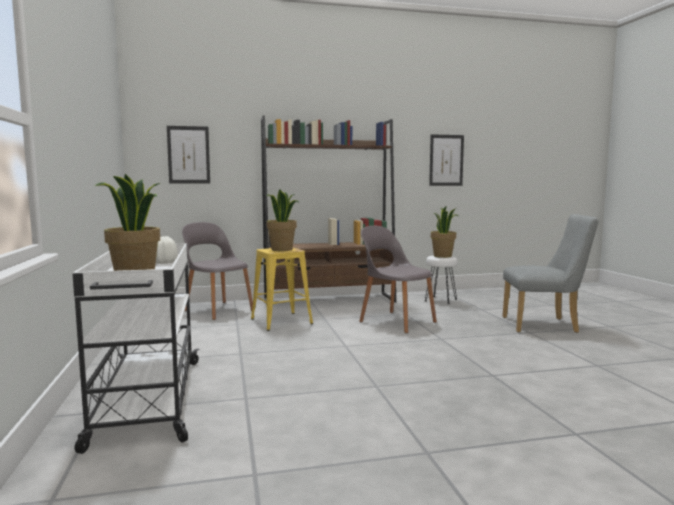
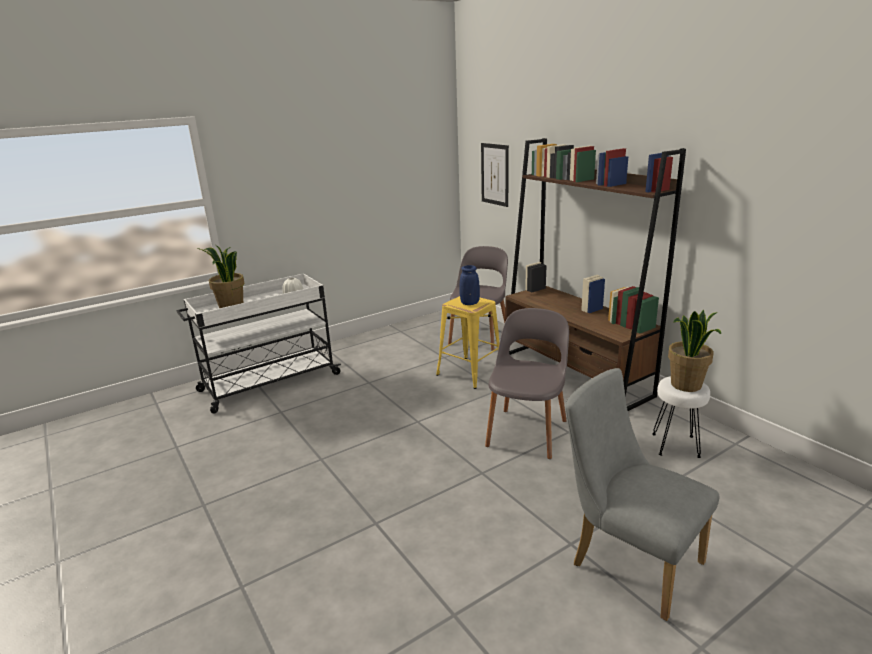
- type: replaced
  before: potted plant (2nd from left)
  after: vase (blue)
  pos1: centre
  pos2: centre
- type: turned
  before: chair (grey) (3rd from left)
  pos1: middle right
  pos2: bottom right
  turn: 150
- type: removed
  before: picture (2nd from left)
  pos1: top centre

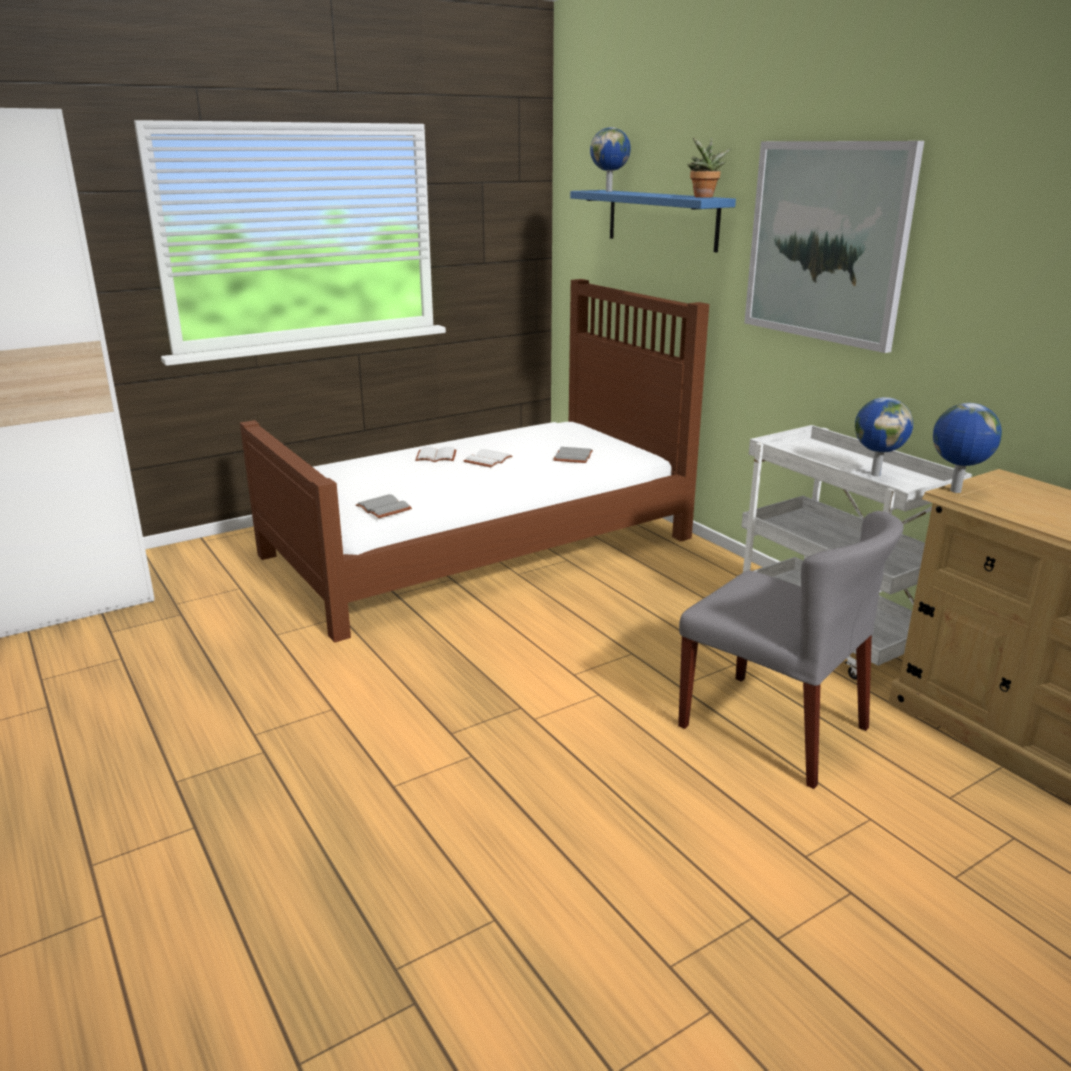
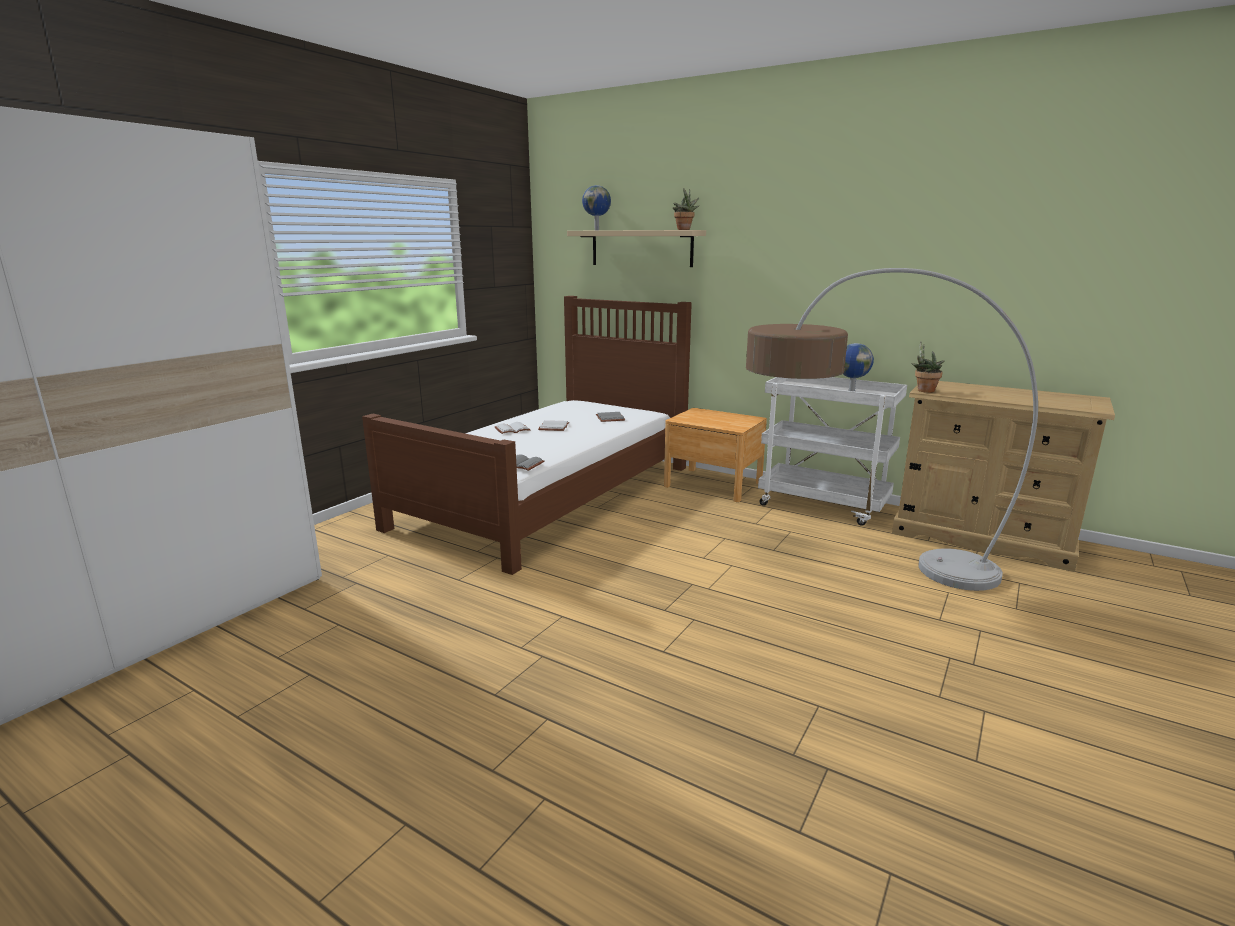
- type: recoloured
  before: shelf (blue)
  after: shelf (beige)
  pos1: top centre
  pos2: top centre
- type: added
  after: nightstand (brown)
  pos2: centre
- type: replaced
  before: chair (grey)
  after: floor lamp
  pos1: middle right
  pos2: middle right
- type: replaced
  before: globe (3rd from left)
  after: potted plant (2nd from left)
  pos1: middle right
  pos2: middle right
- type: removed
  before: picture
  pos1: top right

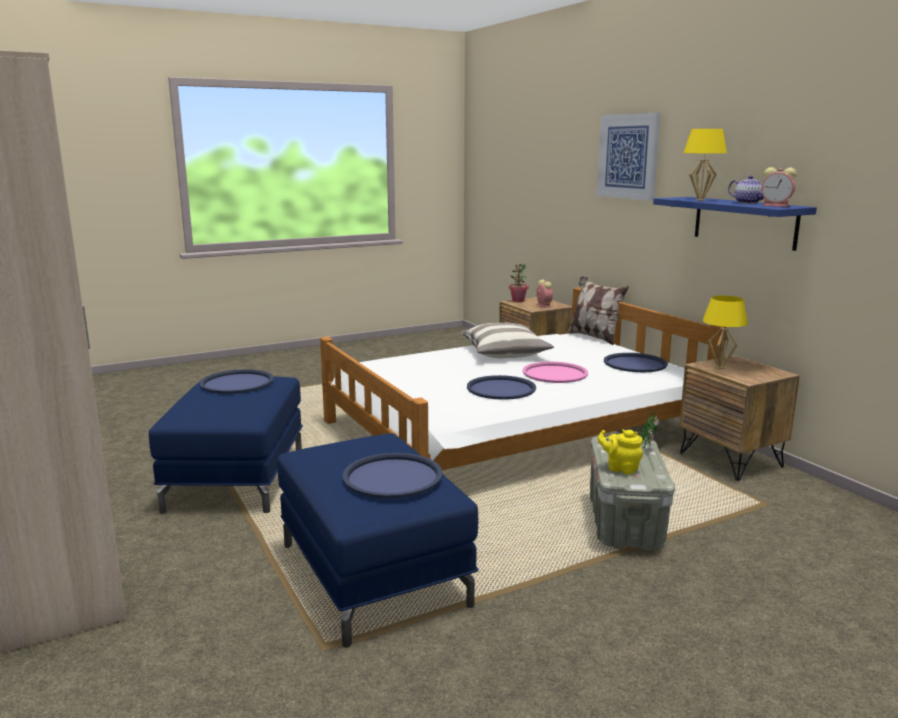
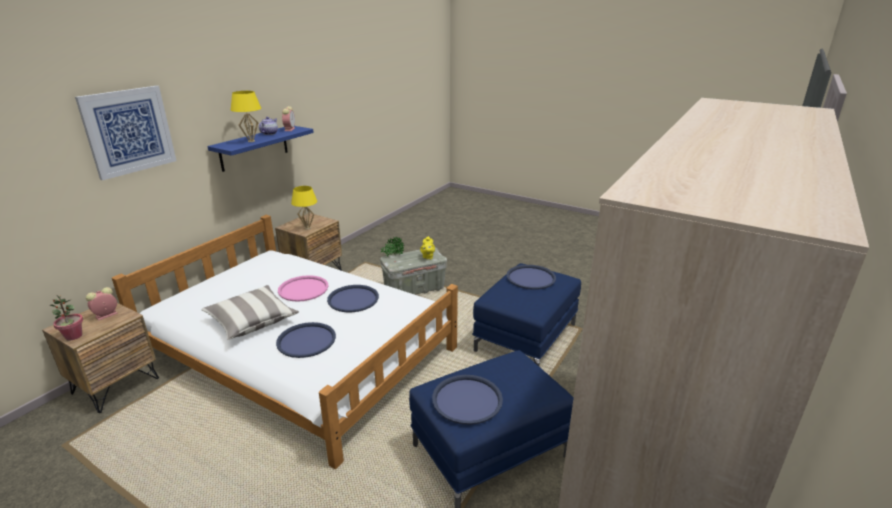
- type: moved
  before: tray (blue) (4th from left in the first image)
  after: tray (blue) (1st from left)
  pos1: middle right
  pos2: bottom centre
- type: removed
  before: pillow (2nd from left)
  pos1: centre

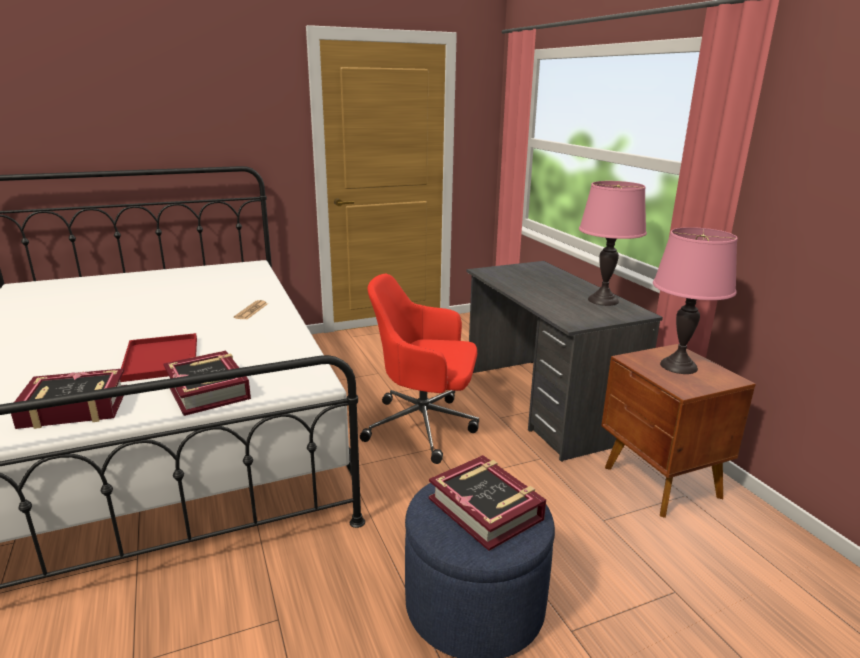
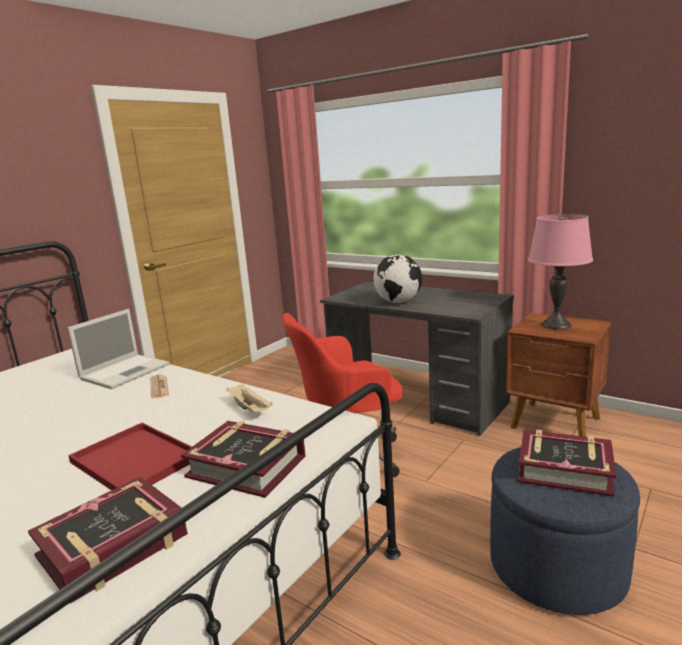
- type: added
  after: laptop
  pos2: middle left
- type: added
  after: tray (beige)
  pos2: centre
- type: added
  after: globe
  pos2: centre
- type: removed
  before: table lamp (pink) (1st from left)
  pos1: middle right

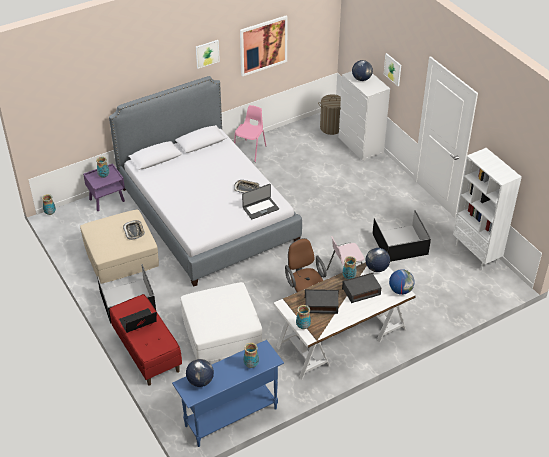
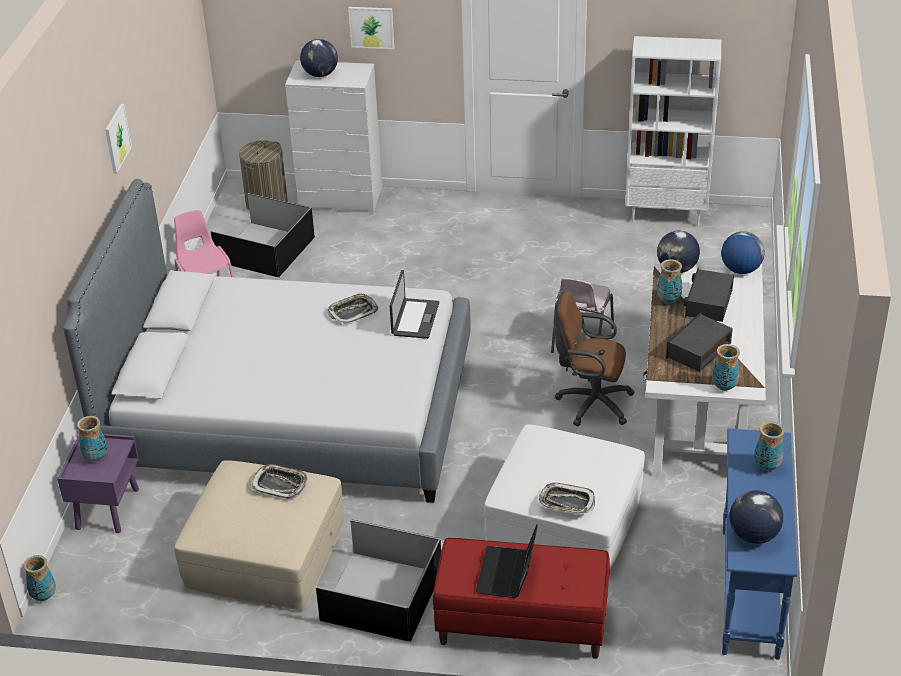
- type: moved
  before: storage box (black) (2nd from left in the first image)
  after: storage box (black) (1st from left)
  pos1: middle right
  pos2: middle left
- type: added
  after: tray (3rd from left)
  pos2: bottom centre
- type: removed
  before: picture (2nd from left)
  pos1: top centre

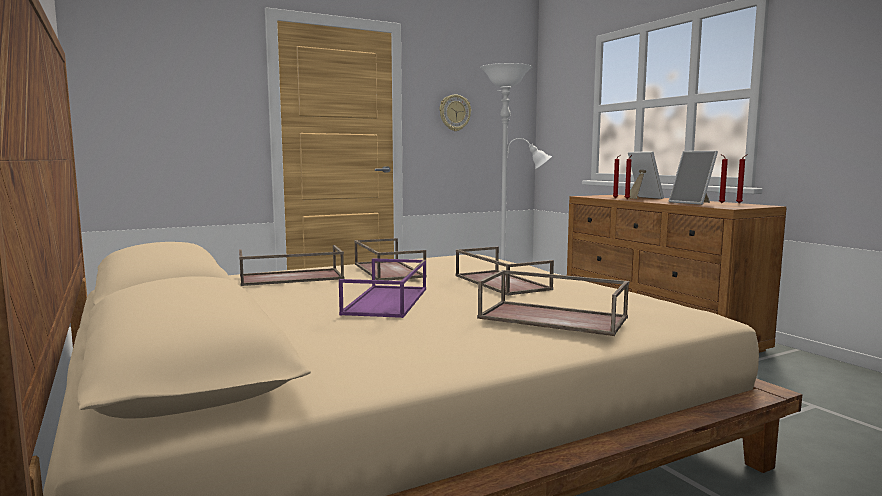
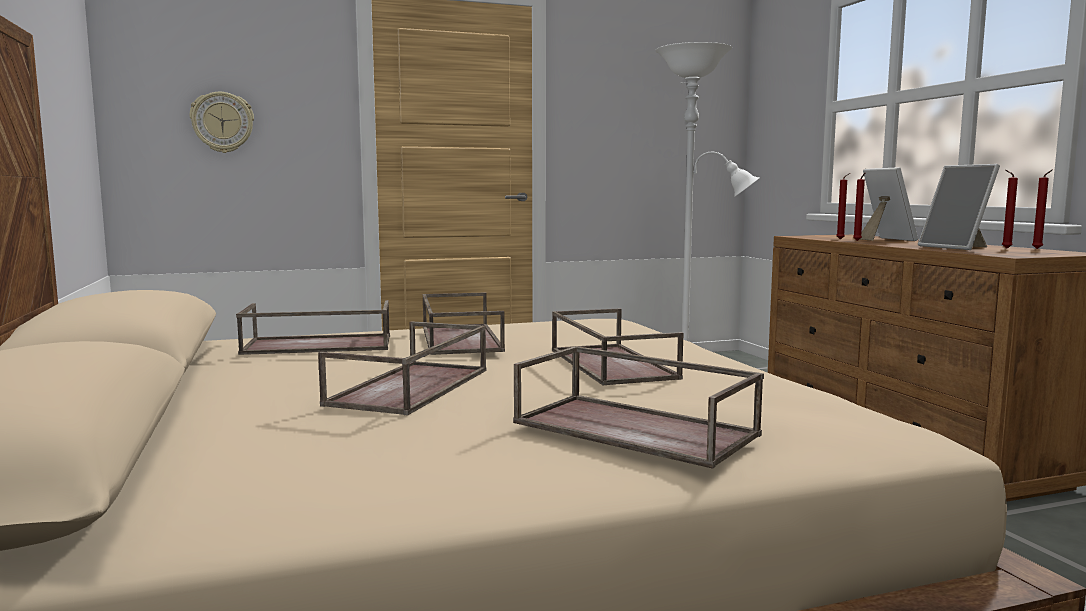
- type: moved
  before: wall clock
  pos1: top centre
  pos2: top left
- type: recoloured
  before: tray (purple)
  after: tray (brown) (2nd from left)
  pos1: centre
  pos2: centre

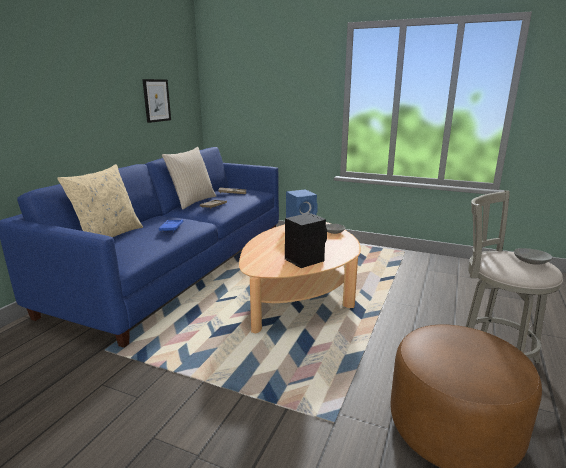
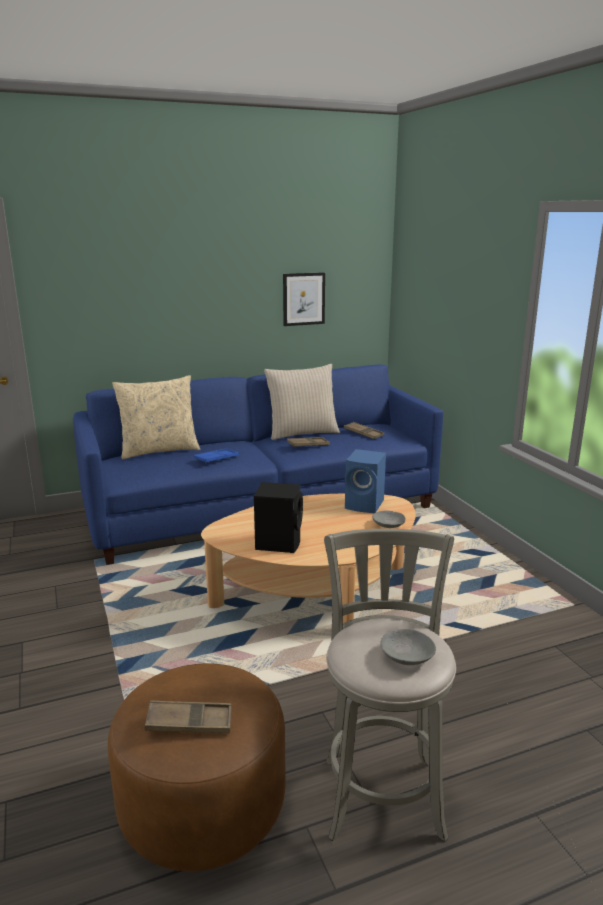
- type: added
  after: tray (brown) (1st from left)
  pos2: bottom left

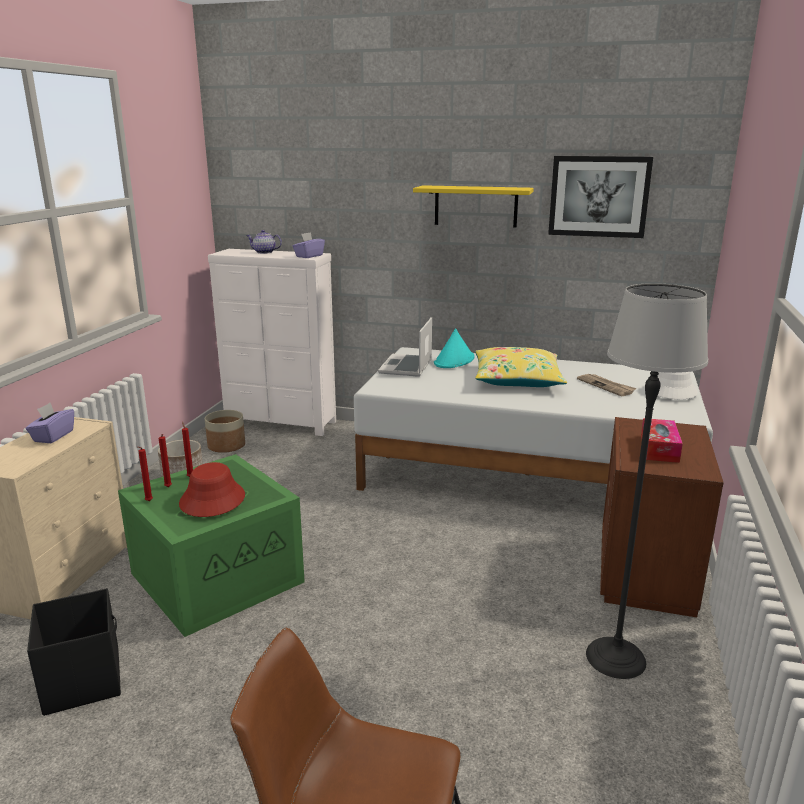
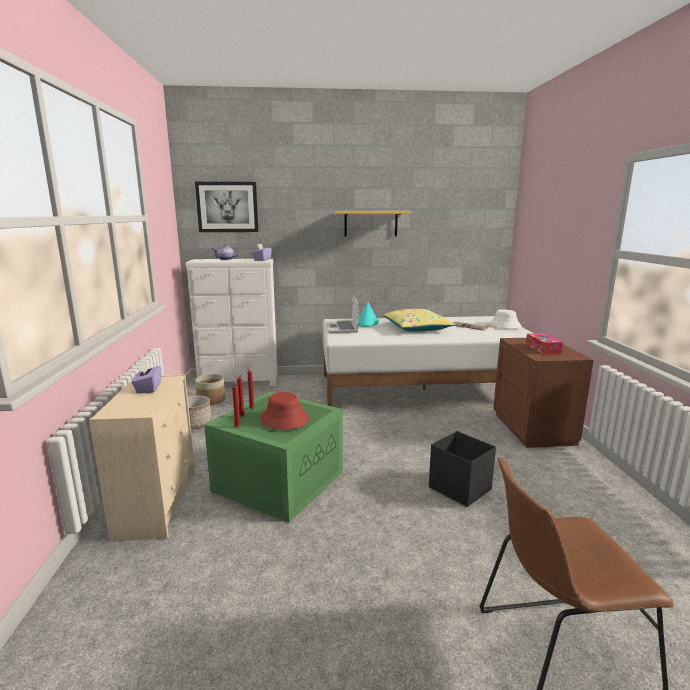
- type: moved
  before: picture
  pos1: top right
  pos2: top left
- type: moved
  before: storage box (black)
  pos1: bottom left
  pos2: bottom right
- type: removed
  before: floor lamp
  pos1: middle right

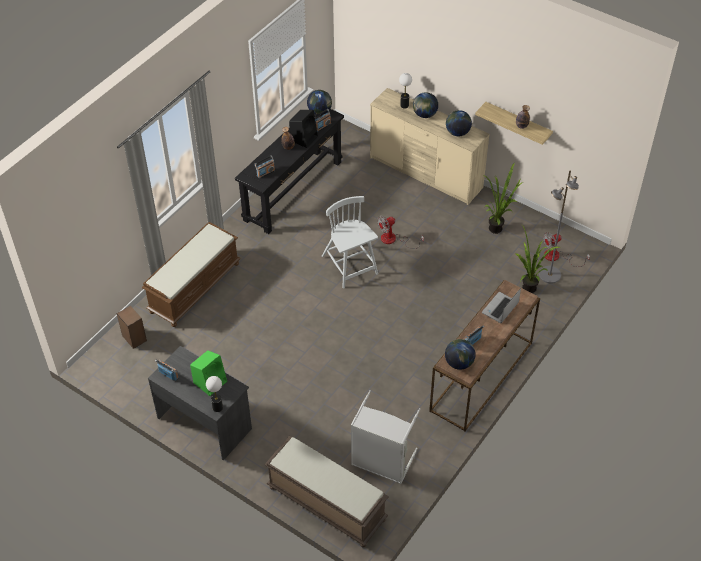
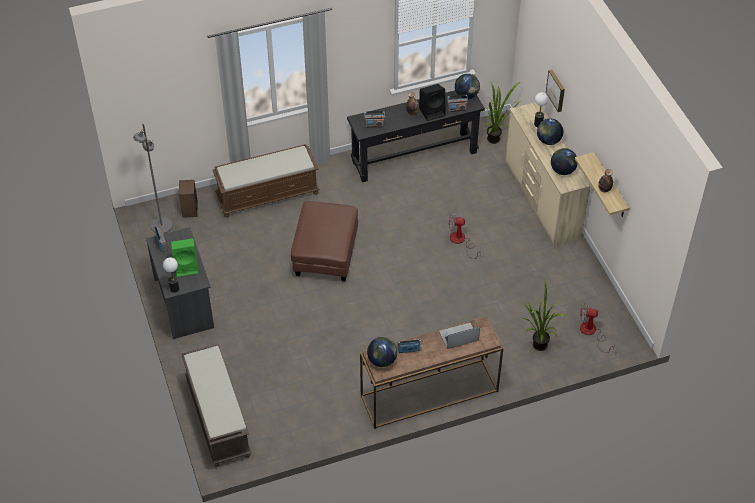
- type: moved
  before: floor lamp (grey)
  pos1: middle right
  pos2: middle left
- type: added
  after: ottoman (brown)
  pos2: centre
- type: moved
  before: potted plant (1st from left)
  pos1: middle right
  pos2: top centre
- type: added
  after: picture
  pos2: top right
- type: removed
  before: chair (white)
  pos1: centre
- type: removed
  before: laundry basket (grey)
  pos1: bottom centre

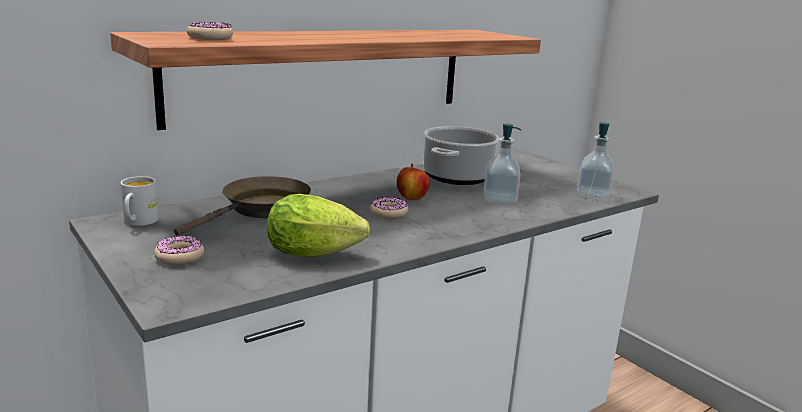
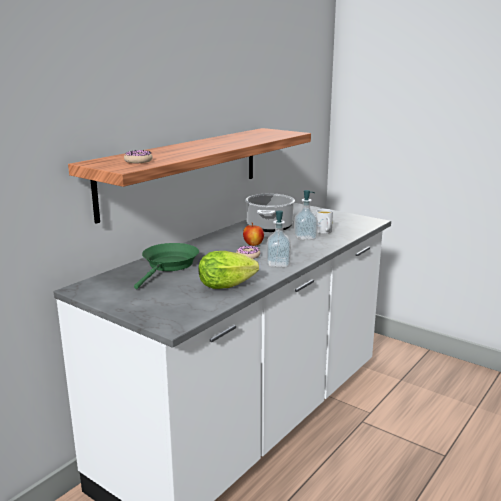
- type: recoloured
  before: frying pan (brown)
  after: frying pan (green)
  pos1: middle left
  pos2: middle left
- type: moved
  before: soap dispenser (2nd from left in the first image)
  after: soap dispenser (1st from left)
  pos1: middle right
  pos2: centre
- type: moved
  before: mug (white)
  pos1: middle left
  pos2: centre
- type: removed
  before: donut (1st from left)
  pos1: middle left

